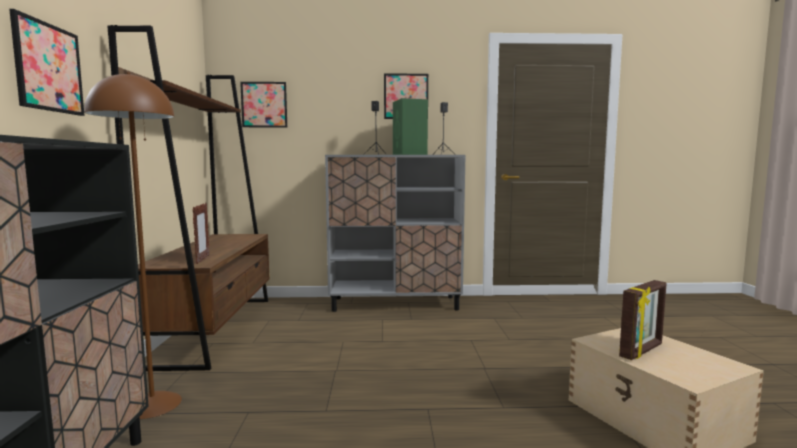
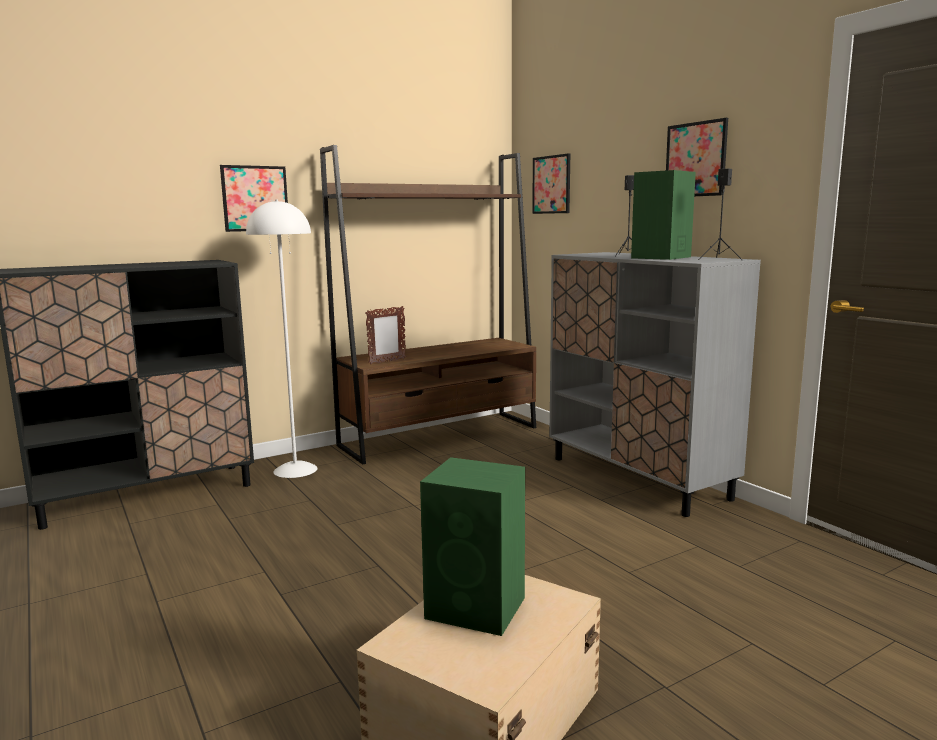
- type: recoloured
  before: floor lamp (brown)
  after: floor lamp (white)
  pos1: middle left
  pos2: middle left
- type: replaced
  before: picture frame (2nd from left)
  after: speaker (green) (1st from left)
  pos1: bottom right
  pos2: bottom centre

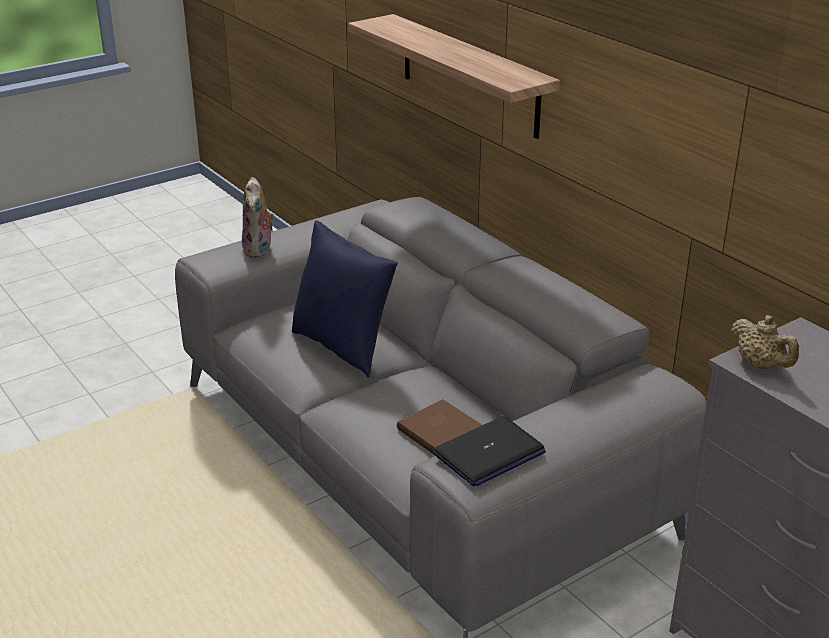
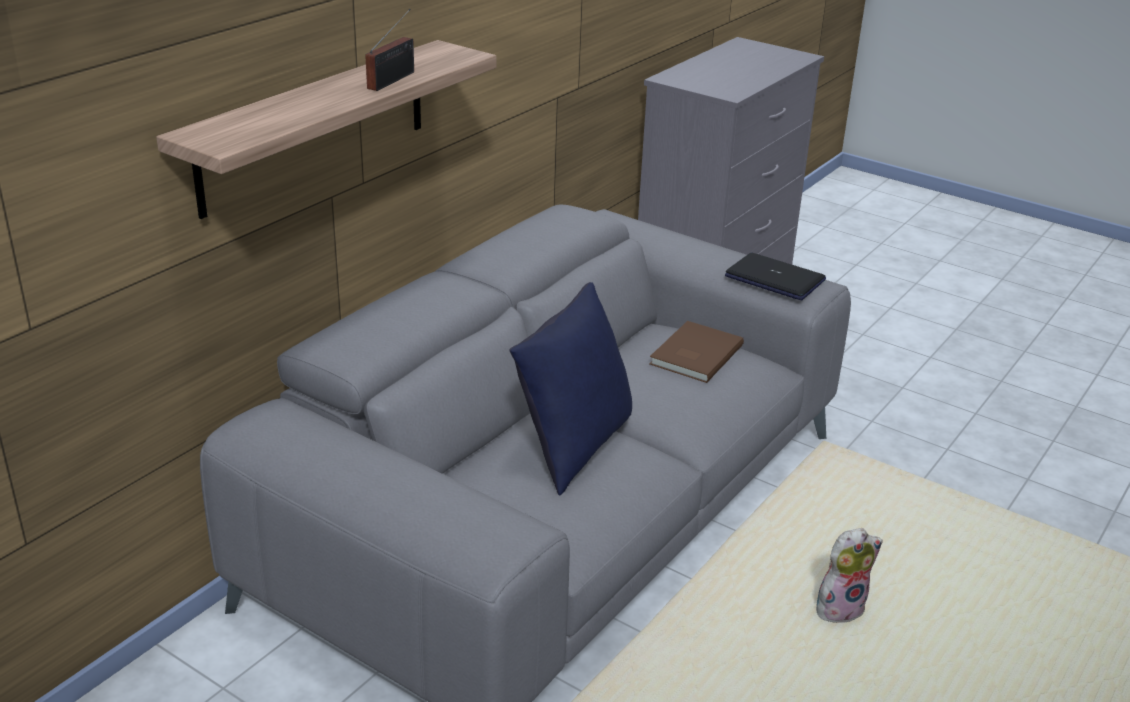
- type: added
  after: radio
  pos2: top centre
- type: moved
  before: plush toy
  pos1: middle left
  pos2: bottom right
- type: removed
  before: teapot (beige)
  pos1: middle right

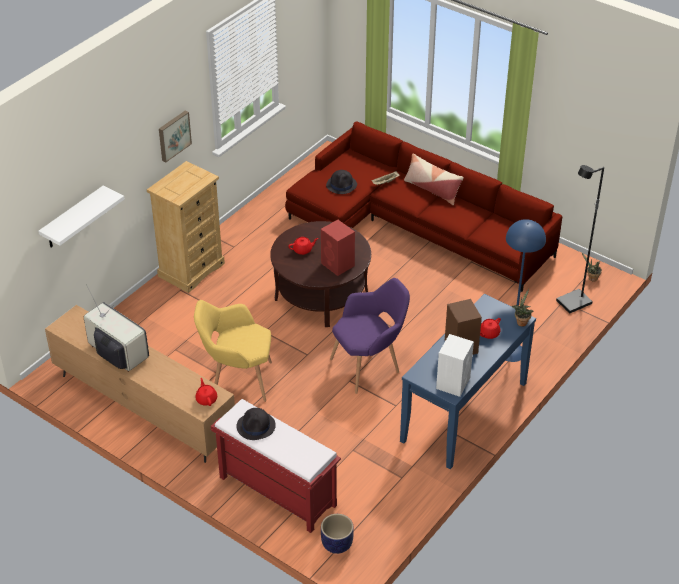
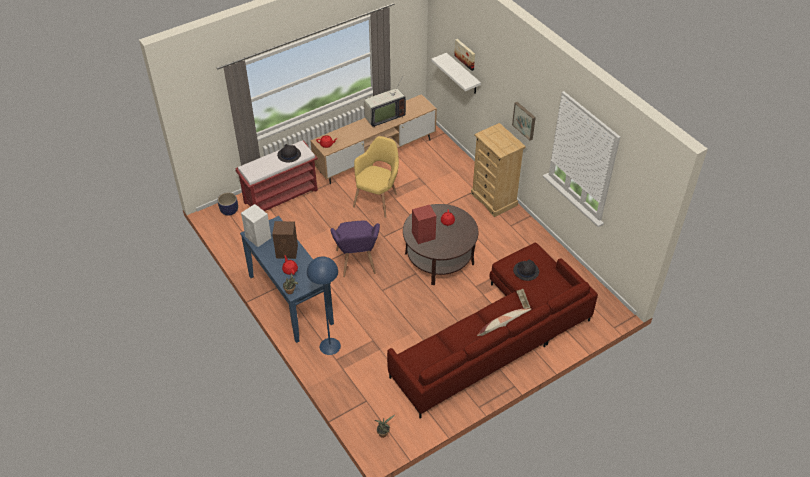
- type: added
  after: picture (1st from left)
  pos2: top centre
- type: removed
  before: floor lamp (black)
  pos1: middle right

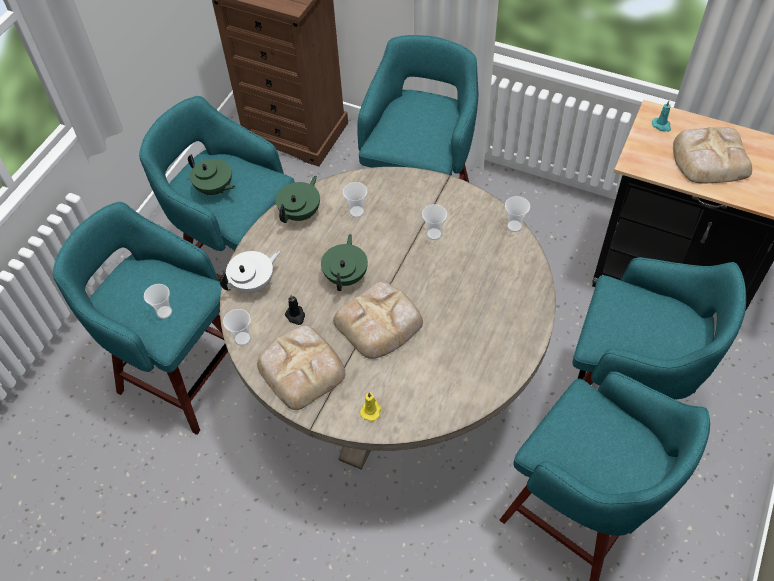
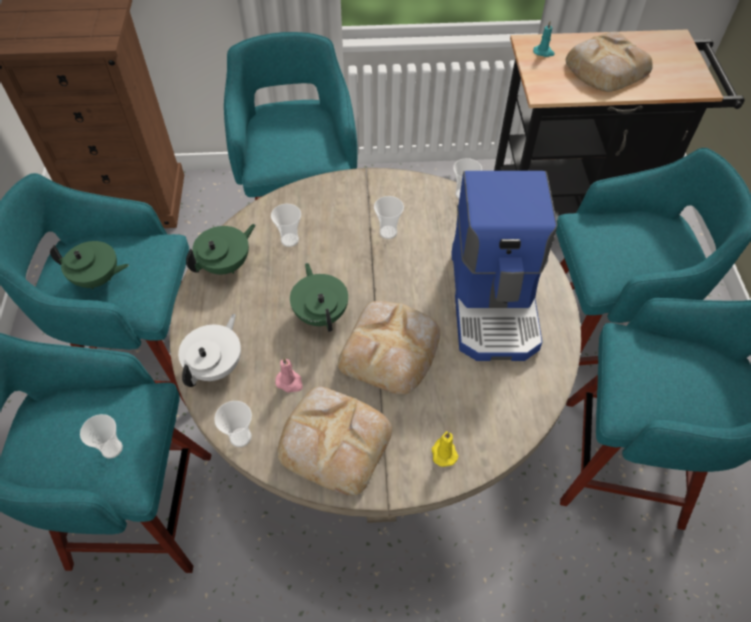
- type: turned
  before: teapot (green) (2nd from left)
  pos1: centre
  pos2: middle left
  turn: 45
- type: recoloured
  before: candle (black)
  after: candle (pink)
  pos1: centre
  pos2: centre
- type: added
  after: coffee machine
  pos2: middle right

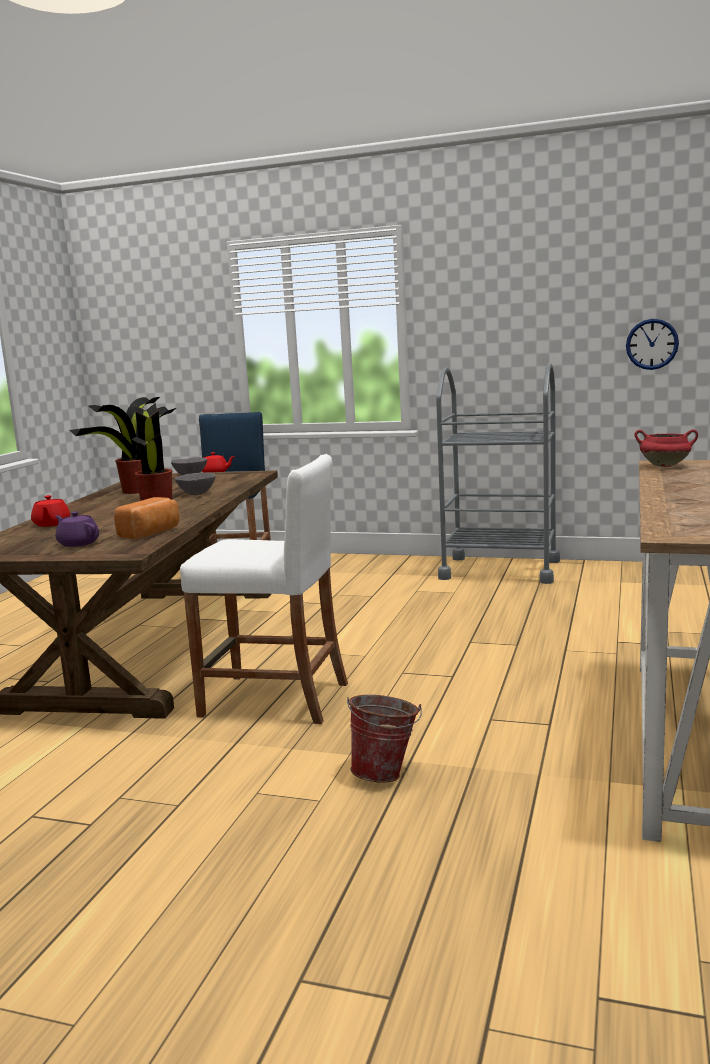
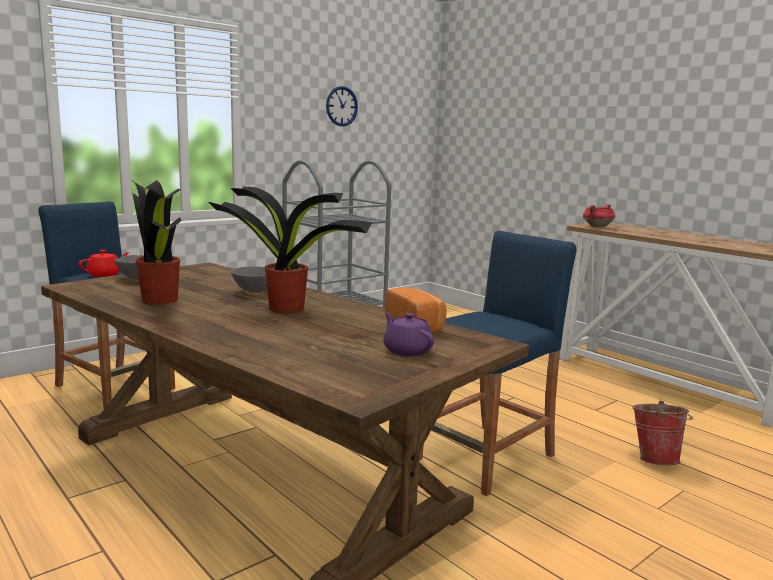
- type: moved
  before: wall clock
  pos1: top right
  pos2: top centre
- type: turned
  before: teapot (purple)
  pos1: middle left
  pos2: centre
  turn: 75
- type: recoloured
  before: stool (white)
  after: stool (blue) (2nd from left)
  pos1: centre
  pos2: centre
- type: removed
  before: teapot (red) (1st from left)
  pos1: middle left

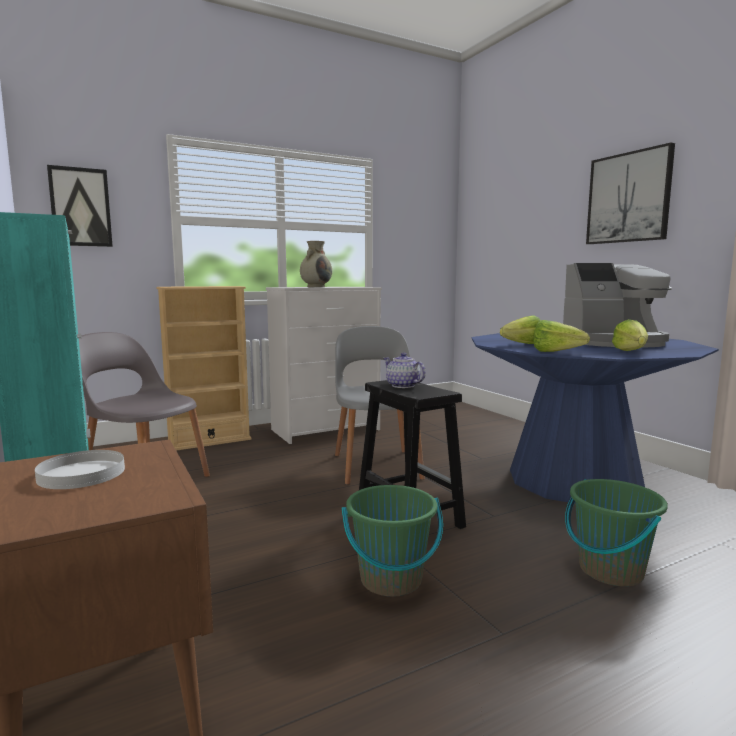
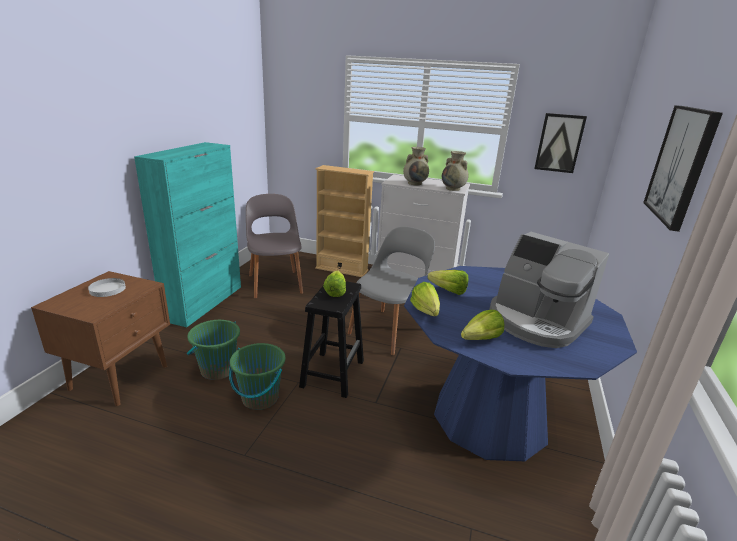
- type: moved
  before: bucket (green) (2nd from left in the first image)
  after: bucket (green) (1st from left)
  pos1: bottom right
  pos2: middle left
- type: replaced
  before: teapot
  after: lettuce (1st from left)
  pos1: centre
  pos2: centre
- type: added
  after: vase (beige) (2nd from left)
  pos2: top centre
- type: moved
  before: picture (1st from left)
  pos1: top left
  pos2: top right

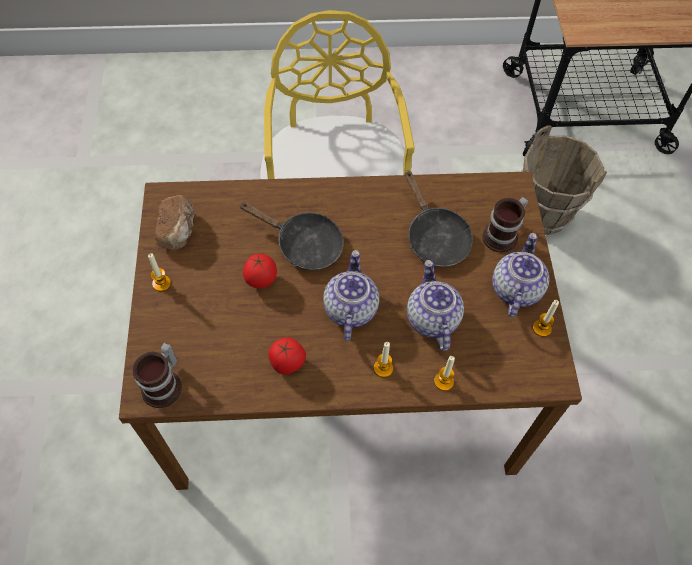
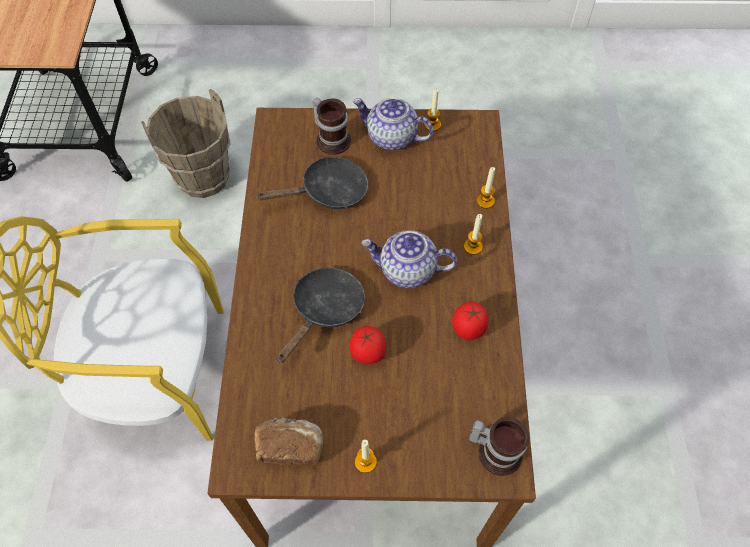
- type: removed
  before: teapot (2nd from left)
  pos1: centre

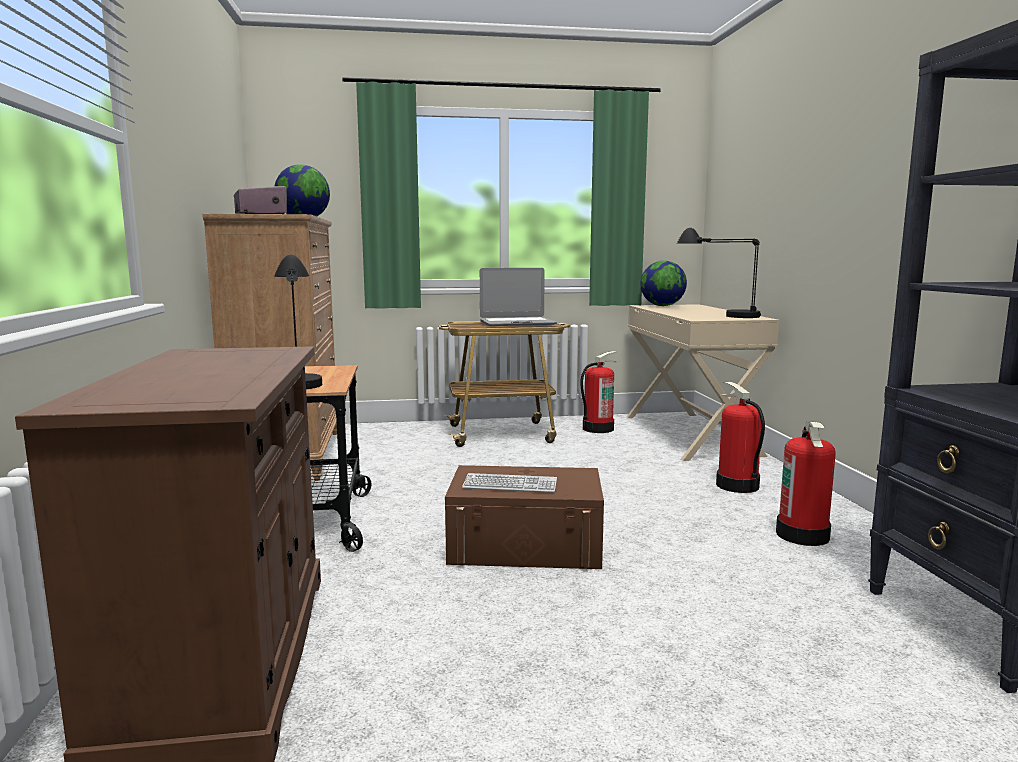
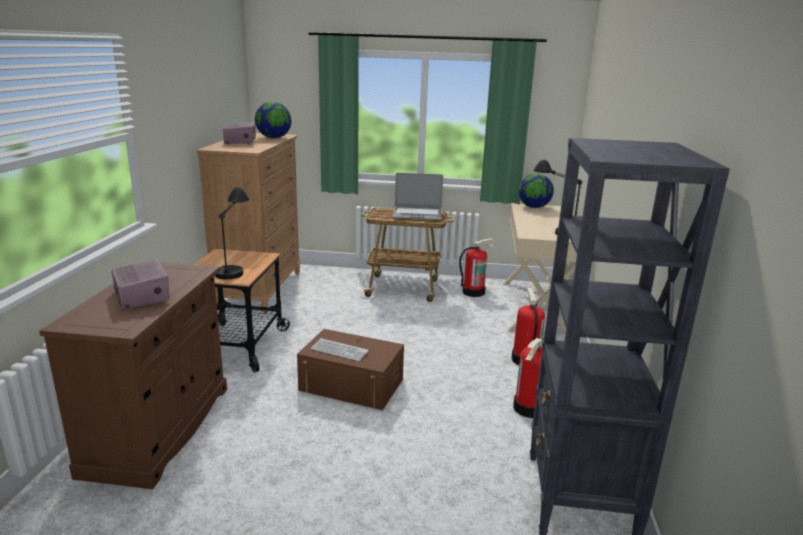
- type: added
  after: radio (1st from left)
  pos2: middle left

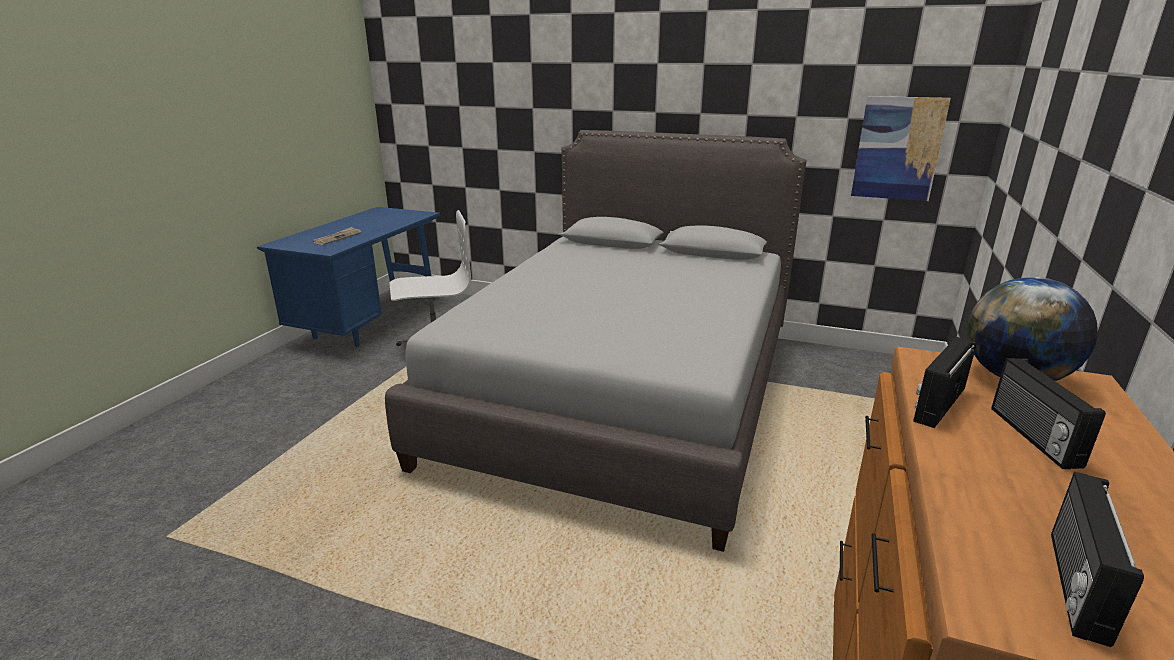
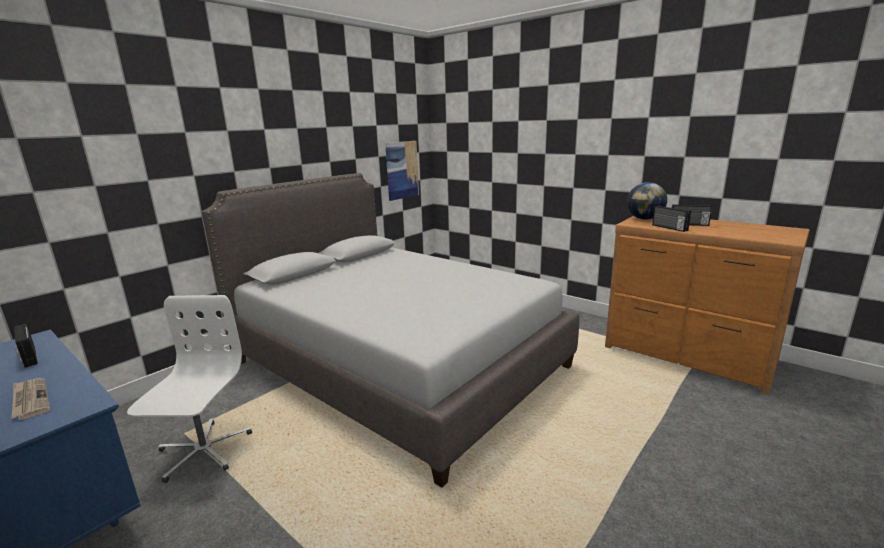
- type: moved
  before: radio (3rd from left in the first image)
  after: radio (1st from left)
  pos1: bottom right
  pos2: middle left

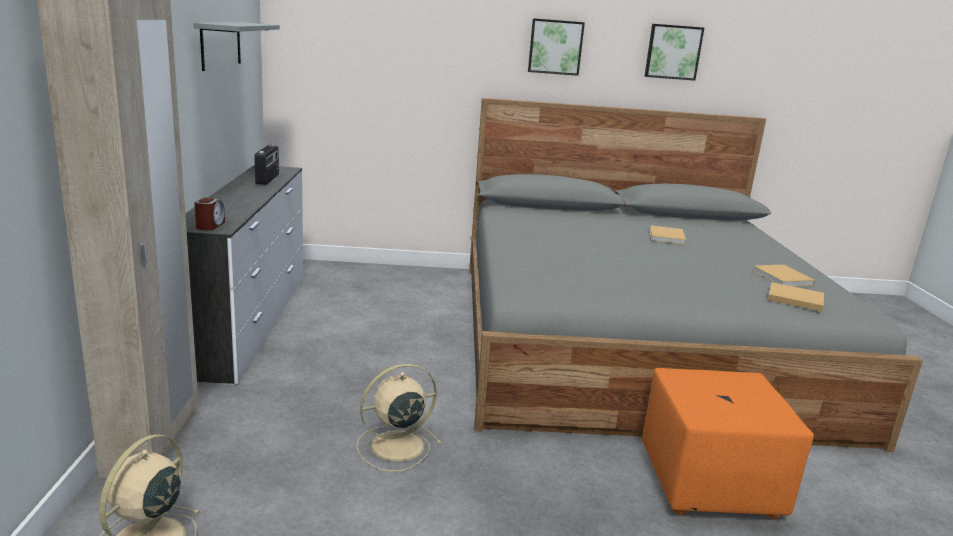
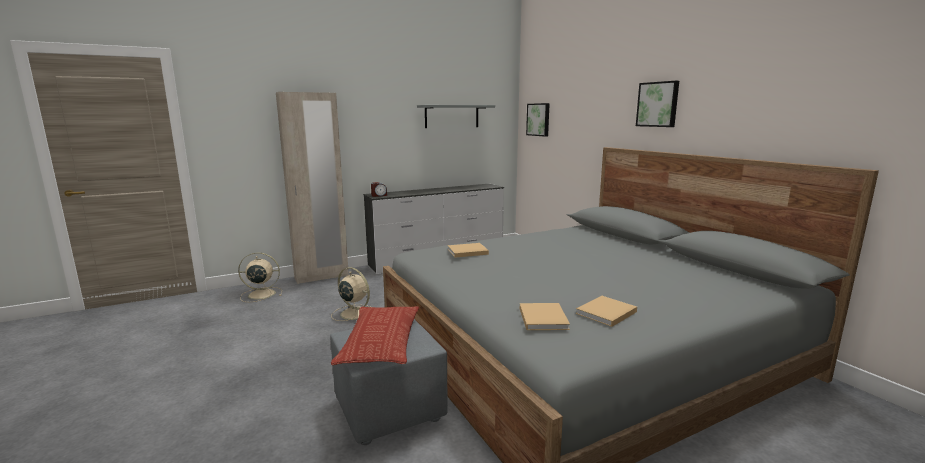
- type: recoloured
  before: ottoman (orange)
  after: ottoman (grey)
  pos1: bottom right
  pos2: bottom centre
- type: added
  after: pillow
  pos2: bottom centre
- type: moved
  before: book (beige) (1st from left)
  pos1: middle right
  pos2: centre
- type: moved
  before: picture (2nd from left in the first image)
  after: picture (1st from left)
  pos1: top right
  pos2: top centre
- type: removed
  before: radio
  pos1: top left

